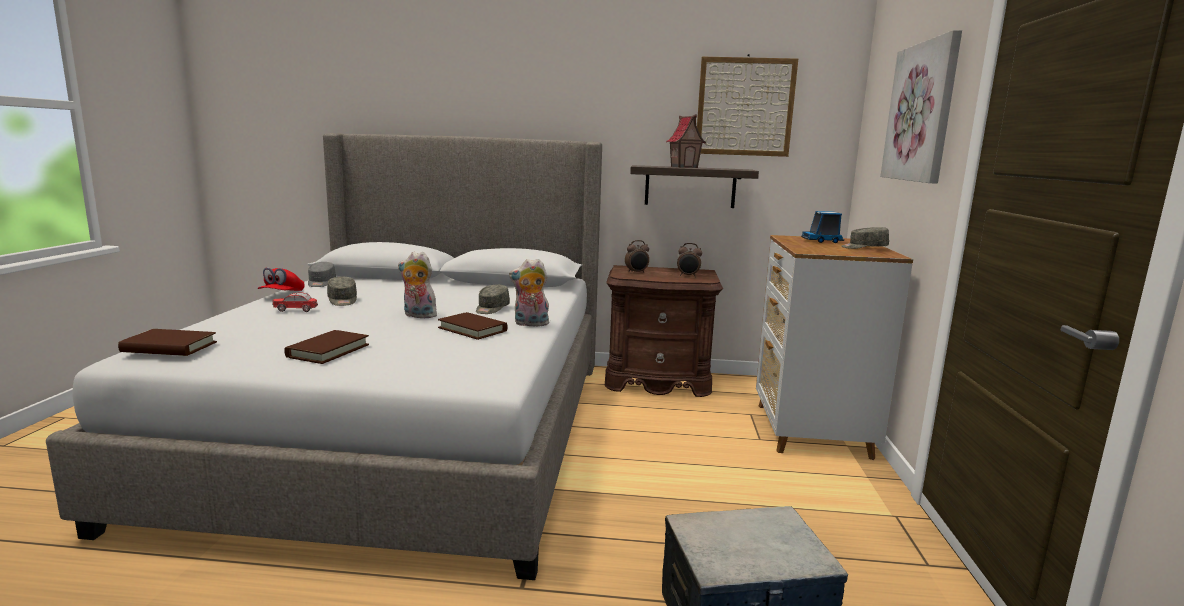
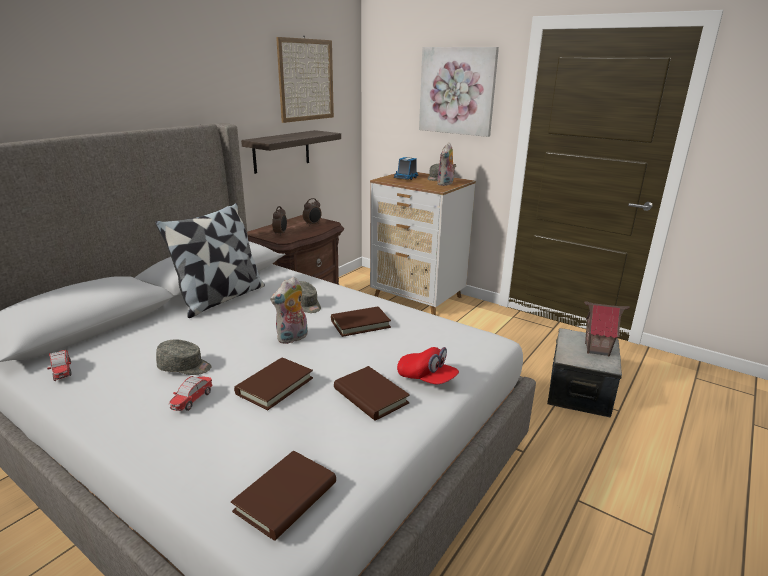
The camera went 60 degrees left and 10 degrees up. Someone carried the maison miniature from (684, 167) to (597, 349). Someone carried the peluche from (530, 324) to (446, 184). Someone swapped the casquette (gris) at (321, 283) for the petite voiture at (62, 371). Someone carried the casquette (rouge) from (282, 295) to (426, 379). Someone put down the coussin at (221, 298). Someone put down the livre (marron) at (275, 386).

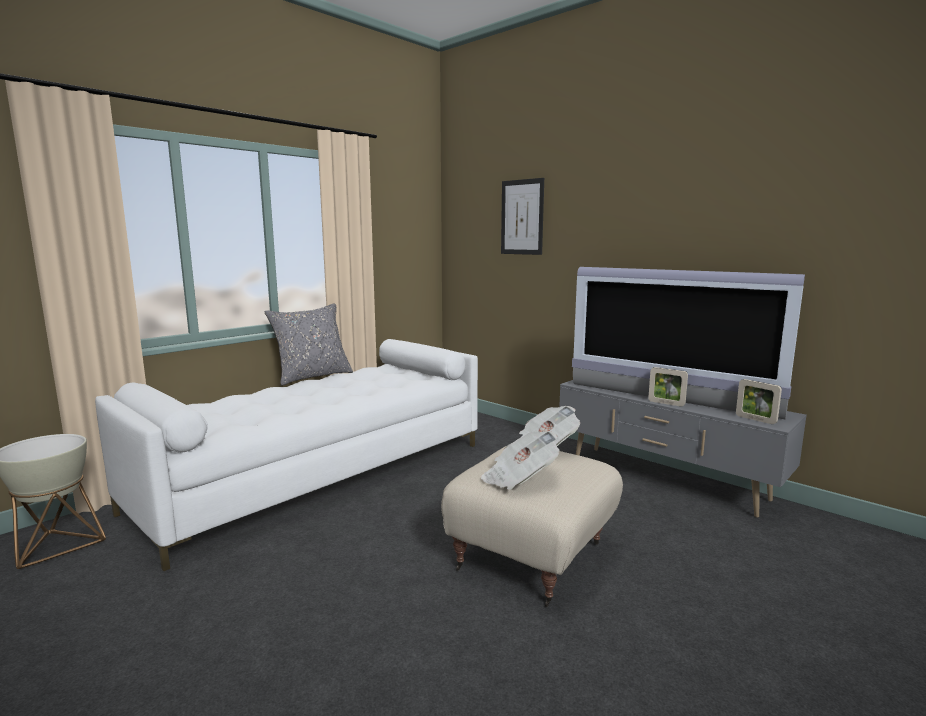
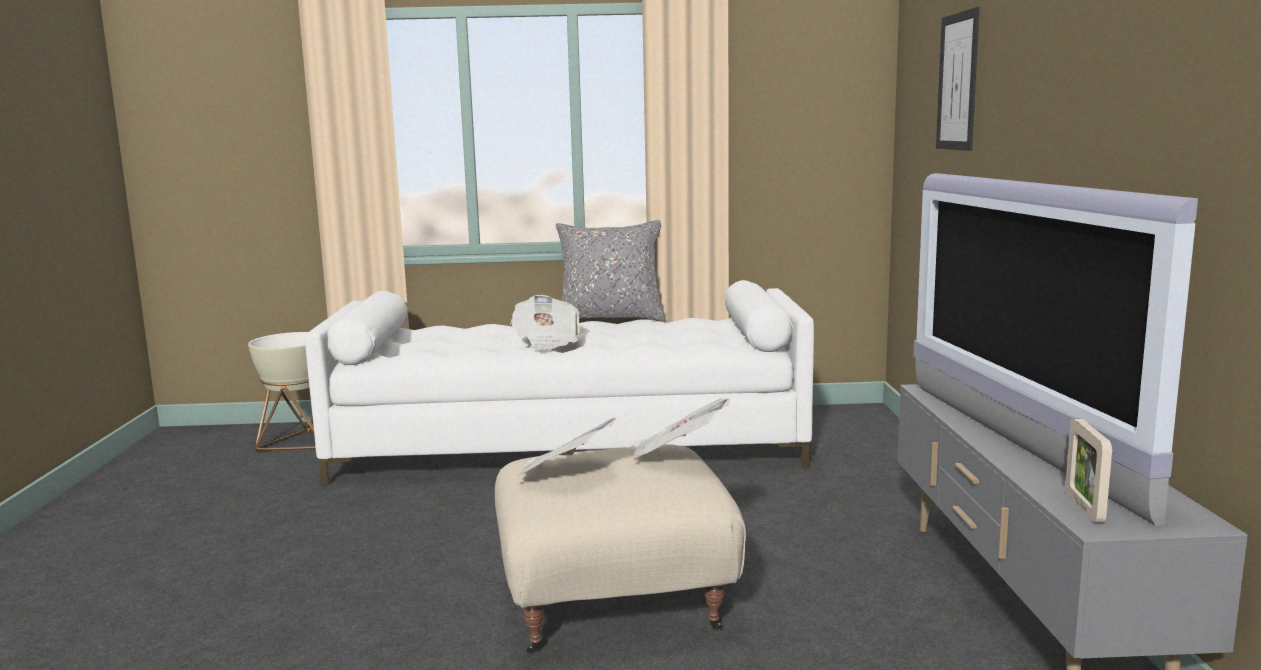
The camera went 45 degrees right and 0 degrees up. Someone took away the cadre photo at (666, 403). Someone put down the journal at (546, 342).

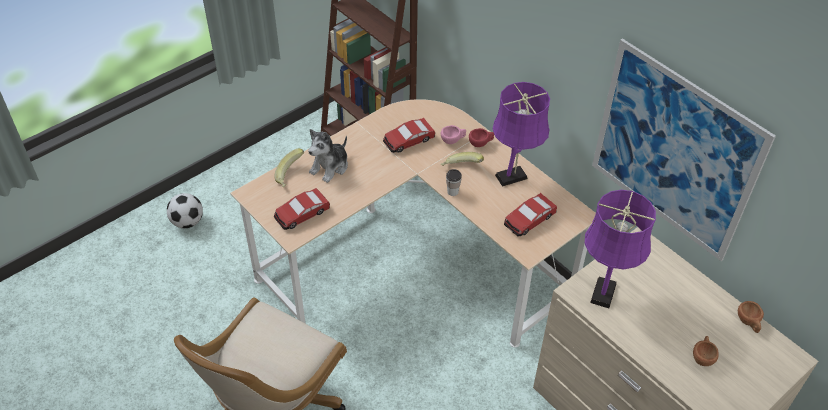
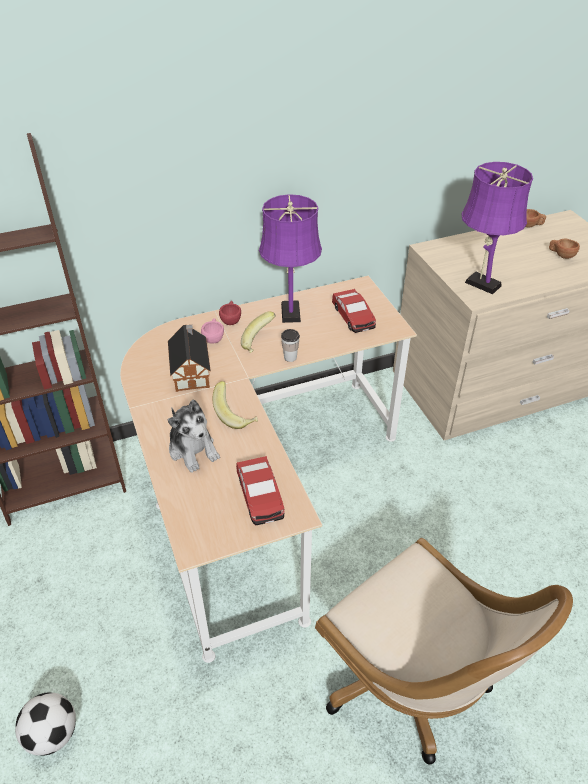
The camera went 70 degrees left and 5 degrees down. Someone took away the tableau at (674, 151). Someone swapped the petite voiture at (408, 140) for the maison miniature at (191, 371). Someone carried the banane from (291, 176) to (236, 415).

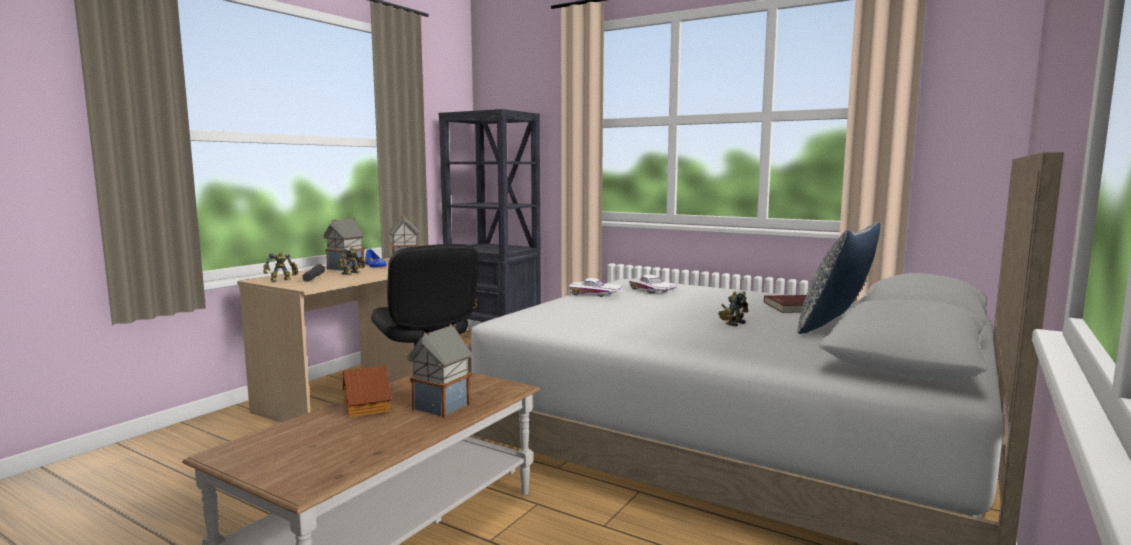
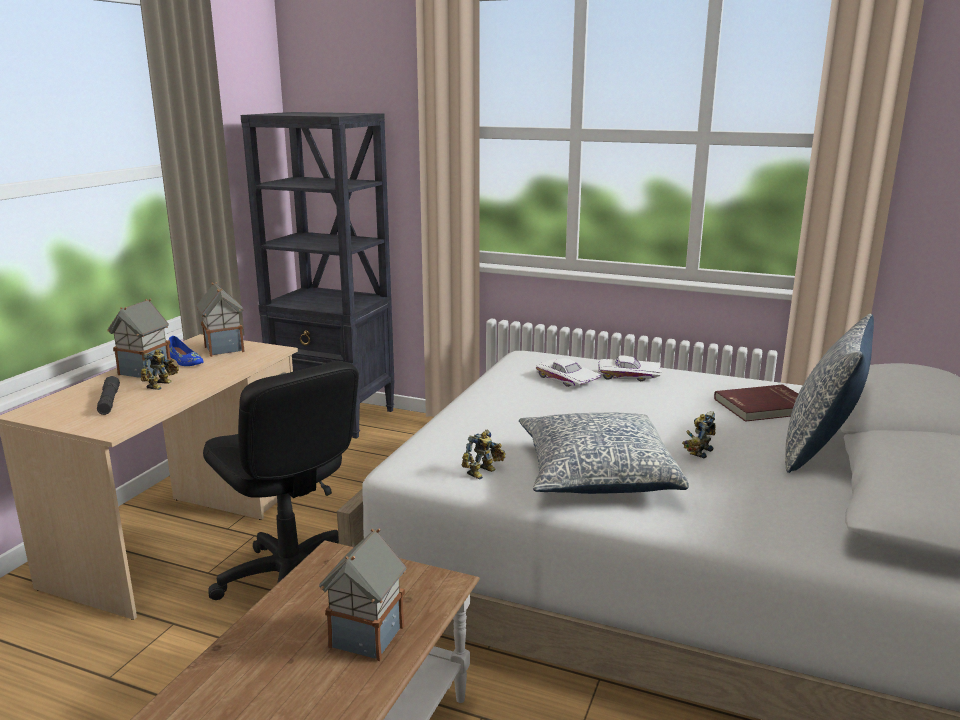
The camera went 10 degrees left and 10 degrees up. Someone carried the robot jouet from (282, 280) to (483, 473). Someone carried the petite voiture (blanc) from (594, 294) to (628, 376). Someone took away the maison miniature at (366, 407). Someone put down the coussin at (595, 473).

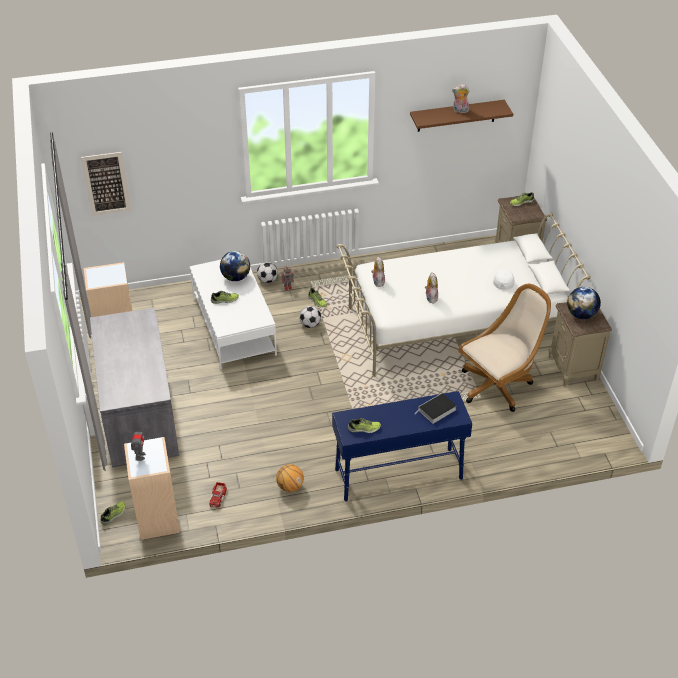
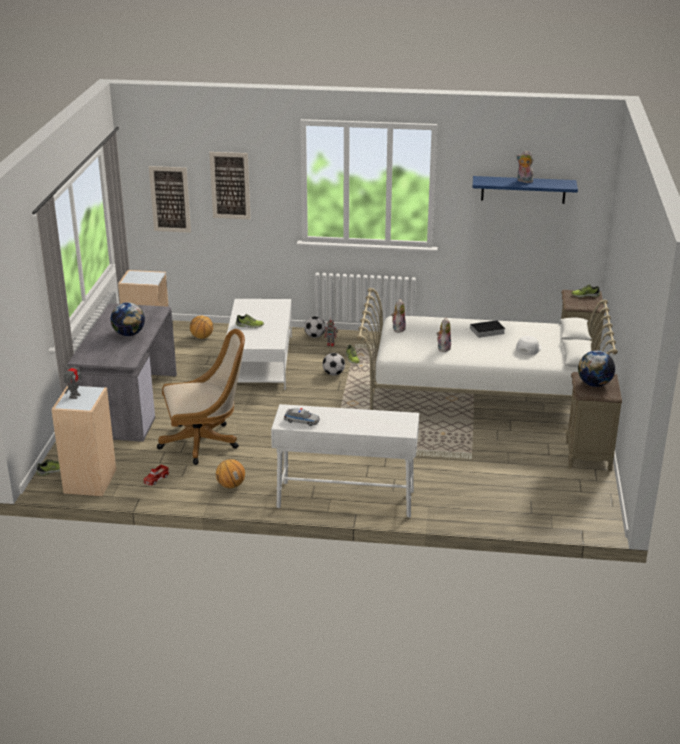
The camera went 20 degrees right and 15 degrees down. Someone repainted the étagère (marron) at (456, 115), which became the étagère (bleu) at (523, 189). Someone carried the globe from (236, 277) to (129, 334). Someone carried the chaise de bureau from (499, 383) to (205, 441). Someone repainted the table console (bleu) at (398, 473), which became the table console (blanc) at (345, 499). Someone carried the livre from (436, 410) to (486, 331). Someone swapped the chaussure at (364, 428) for the petite voiture at (301, 421). Someone put up the tableau at (230, 185). Someone put down the ballon de basket at (202, 337).

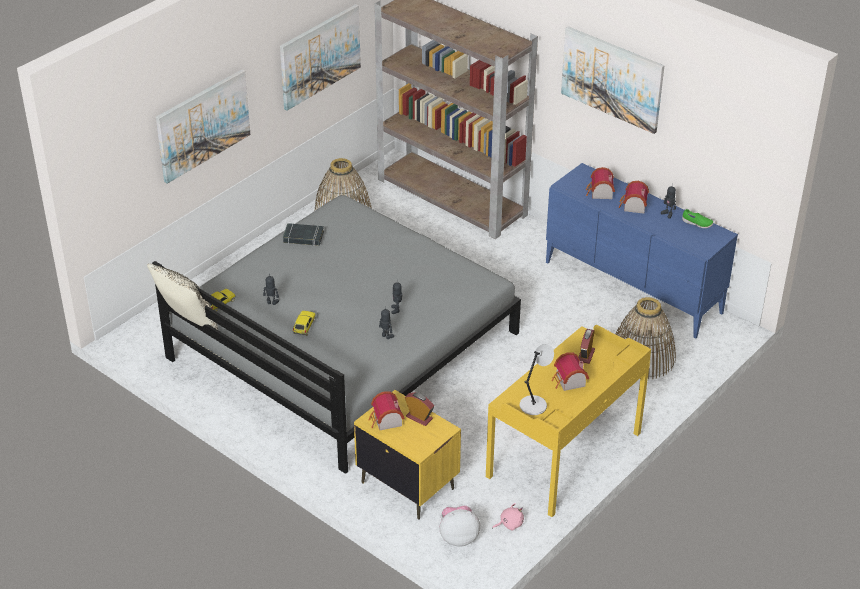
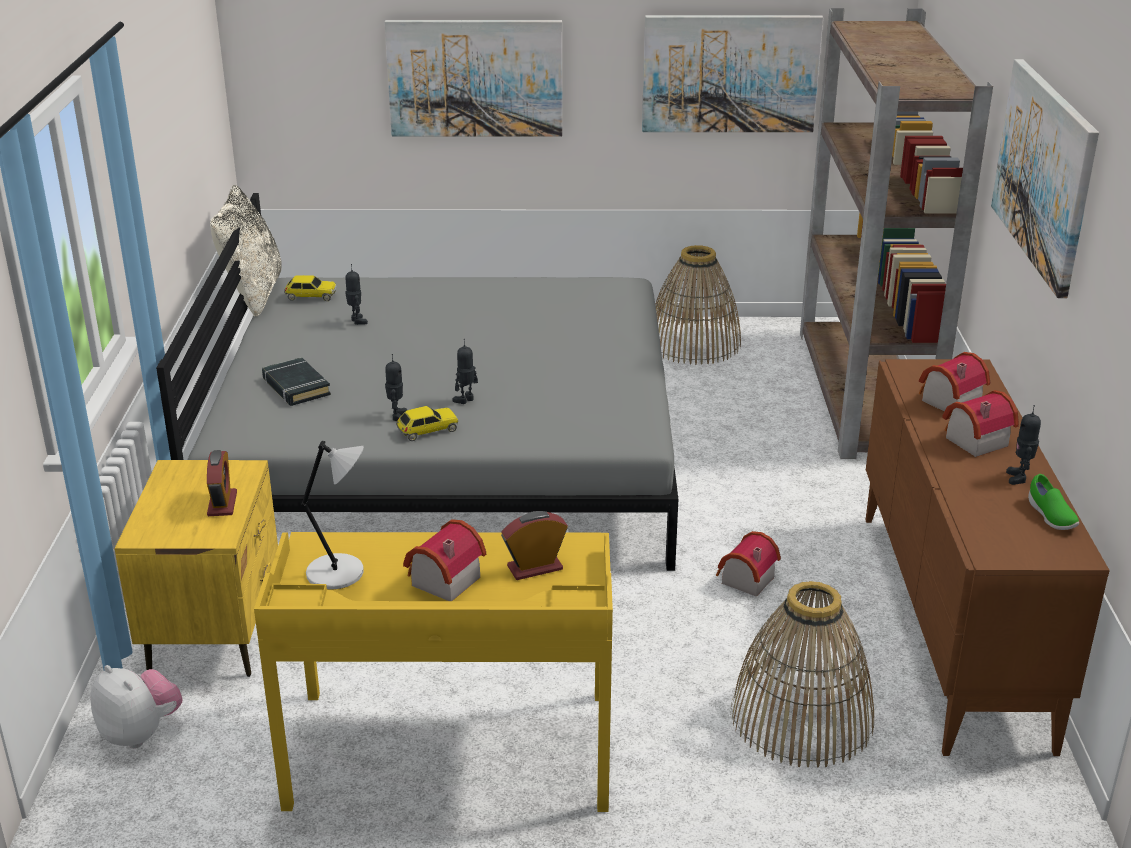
The camera went 50 degrees right and 10 degrees down. Someone repainted the commode (bleu) at (633, 287), which became the commode (marron) at (953, 625). Someone carried the livre (noir) from (303, 237) to (296, 387). Someone carried the petite voiture from (304, 327) to (427, 430). Someone carried the maison miniature from (386, 421) to (744, 580). Someone took away the peluche (rose) at (509, 524).

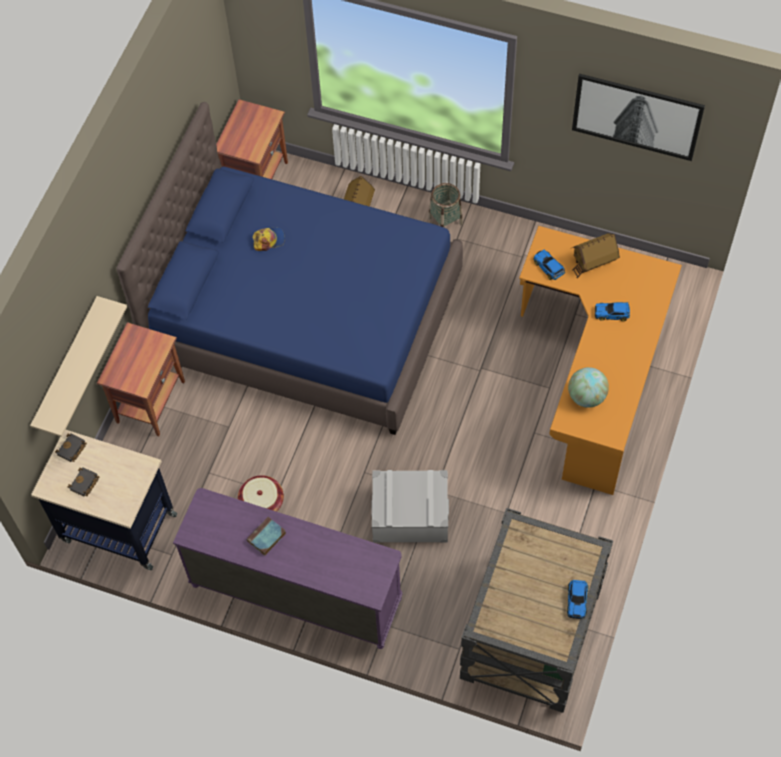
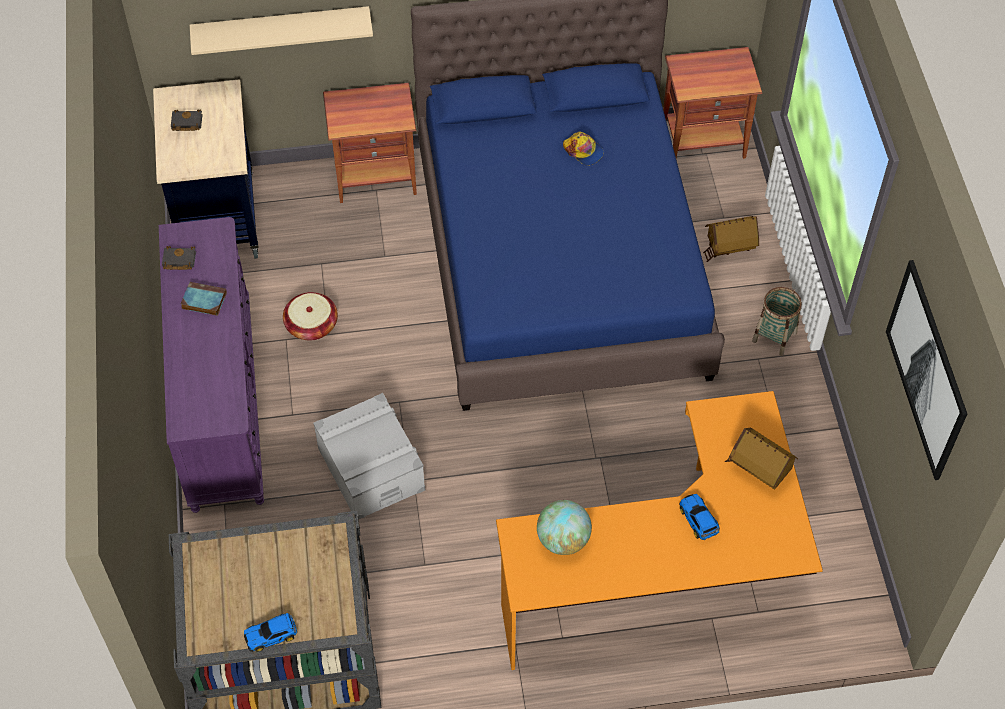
The camera went 60 degrees right and 5 degrees down. Someone took away the petite voiture at (549, 267). Someone carried the livre (noir) from (71, 450) to (178, 261).

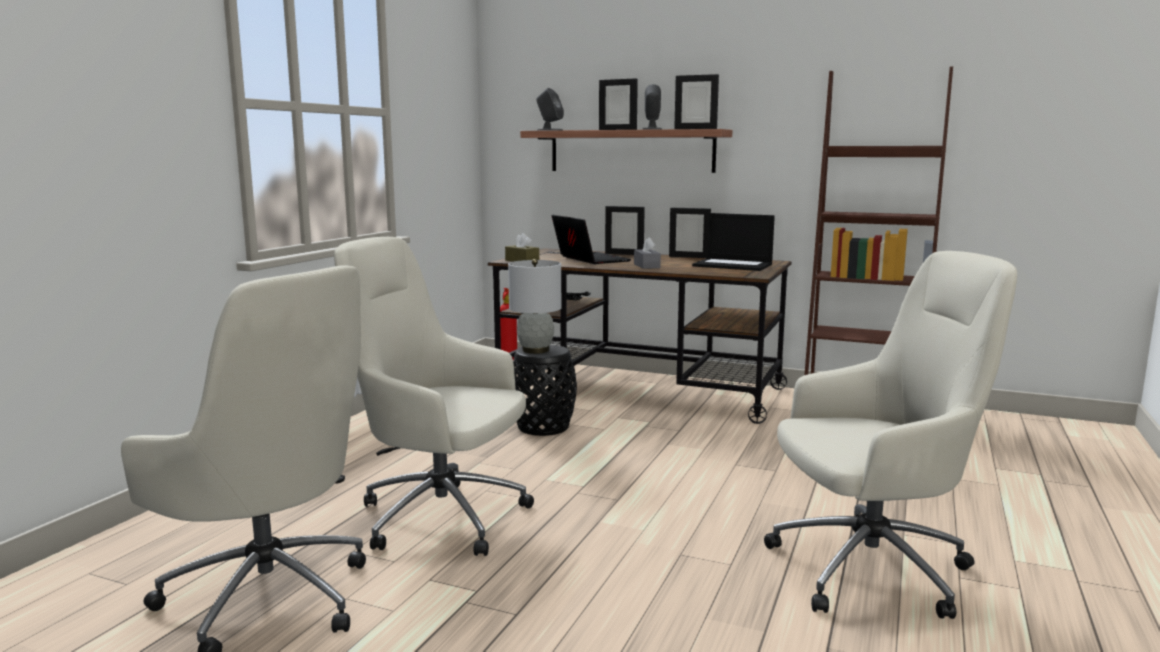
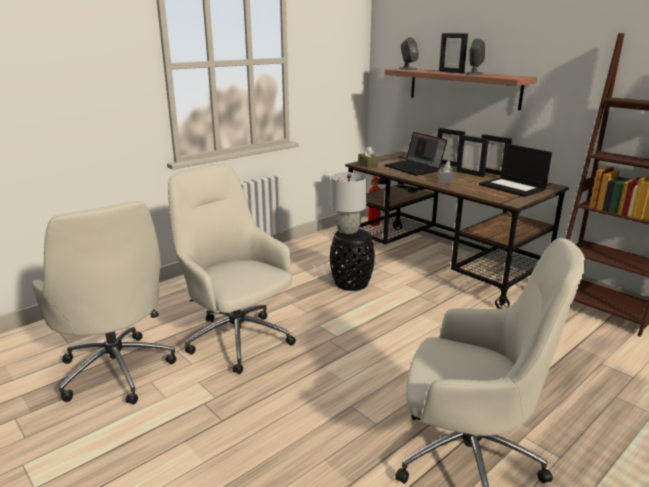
The camera went 25 degrees right and 10 degrees up. Someone carried the cadre photo from (695, 129) to (470, 173). Someone rotated the ordinateur portable at (589, 259) by 150 degrees clockwise.

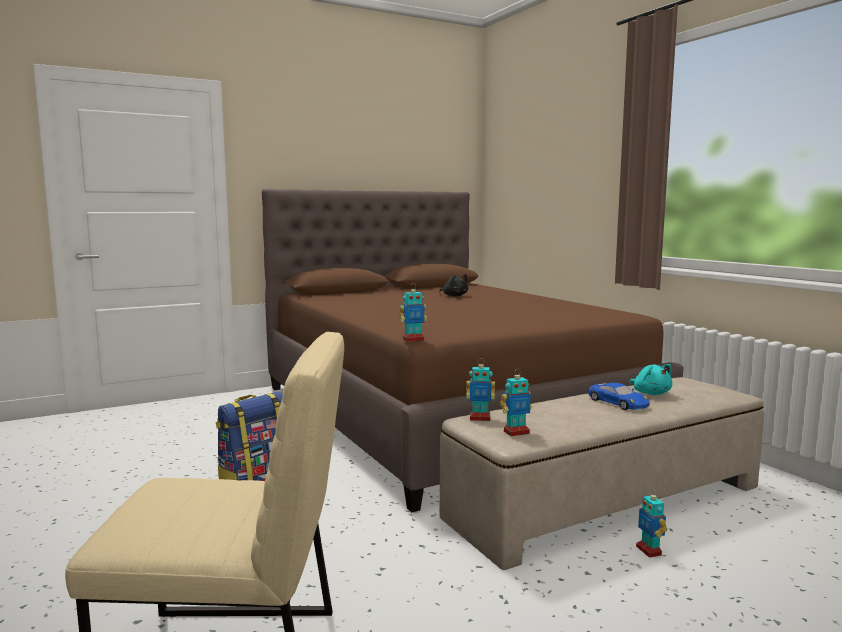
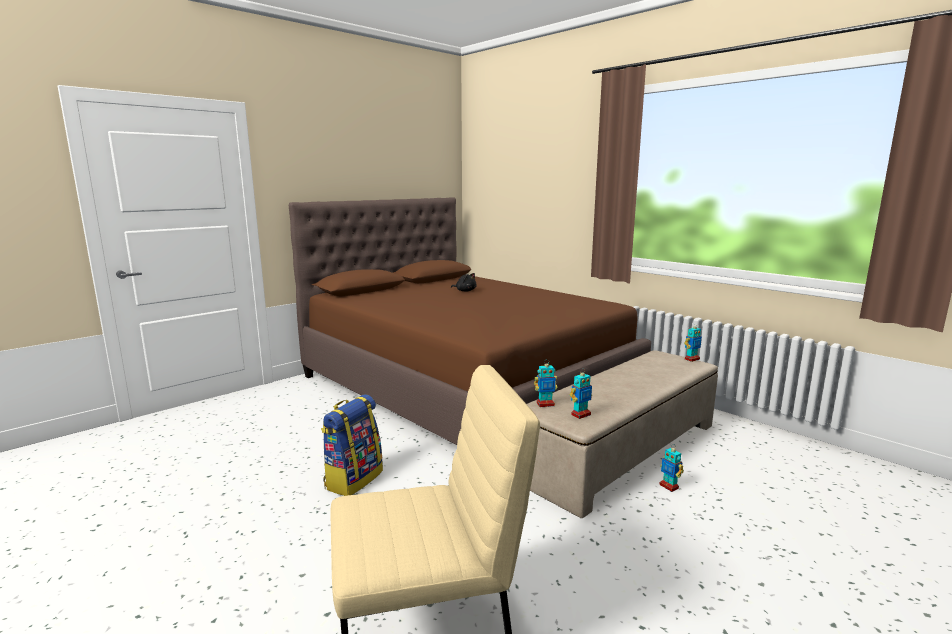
The camera went 15 degrees left and 5 degrees up. Someone carried the robot jouet from (413, 339) to (691, 359). Someone took away the peluche (turquoise) at (650, 393). Someone took away the petite voiture (bleu) at (617, 402).

